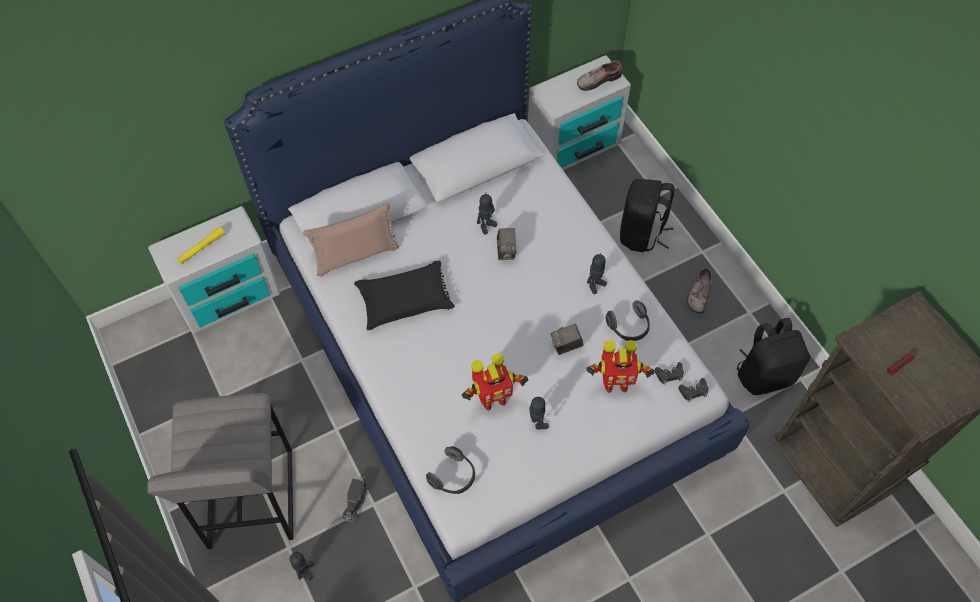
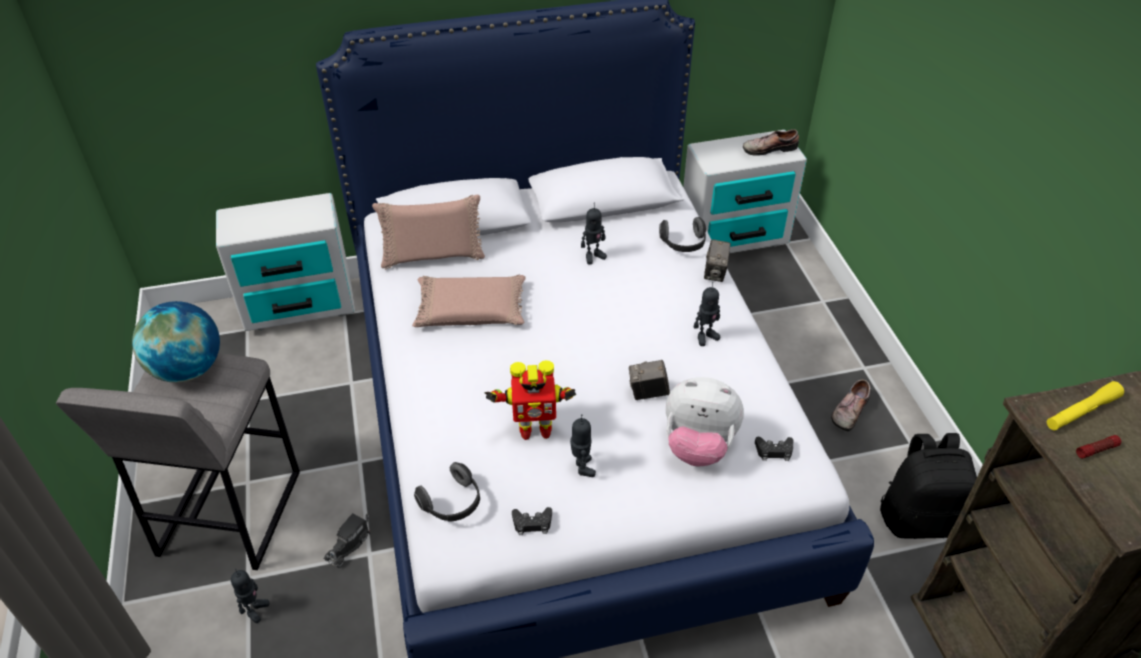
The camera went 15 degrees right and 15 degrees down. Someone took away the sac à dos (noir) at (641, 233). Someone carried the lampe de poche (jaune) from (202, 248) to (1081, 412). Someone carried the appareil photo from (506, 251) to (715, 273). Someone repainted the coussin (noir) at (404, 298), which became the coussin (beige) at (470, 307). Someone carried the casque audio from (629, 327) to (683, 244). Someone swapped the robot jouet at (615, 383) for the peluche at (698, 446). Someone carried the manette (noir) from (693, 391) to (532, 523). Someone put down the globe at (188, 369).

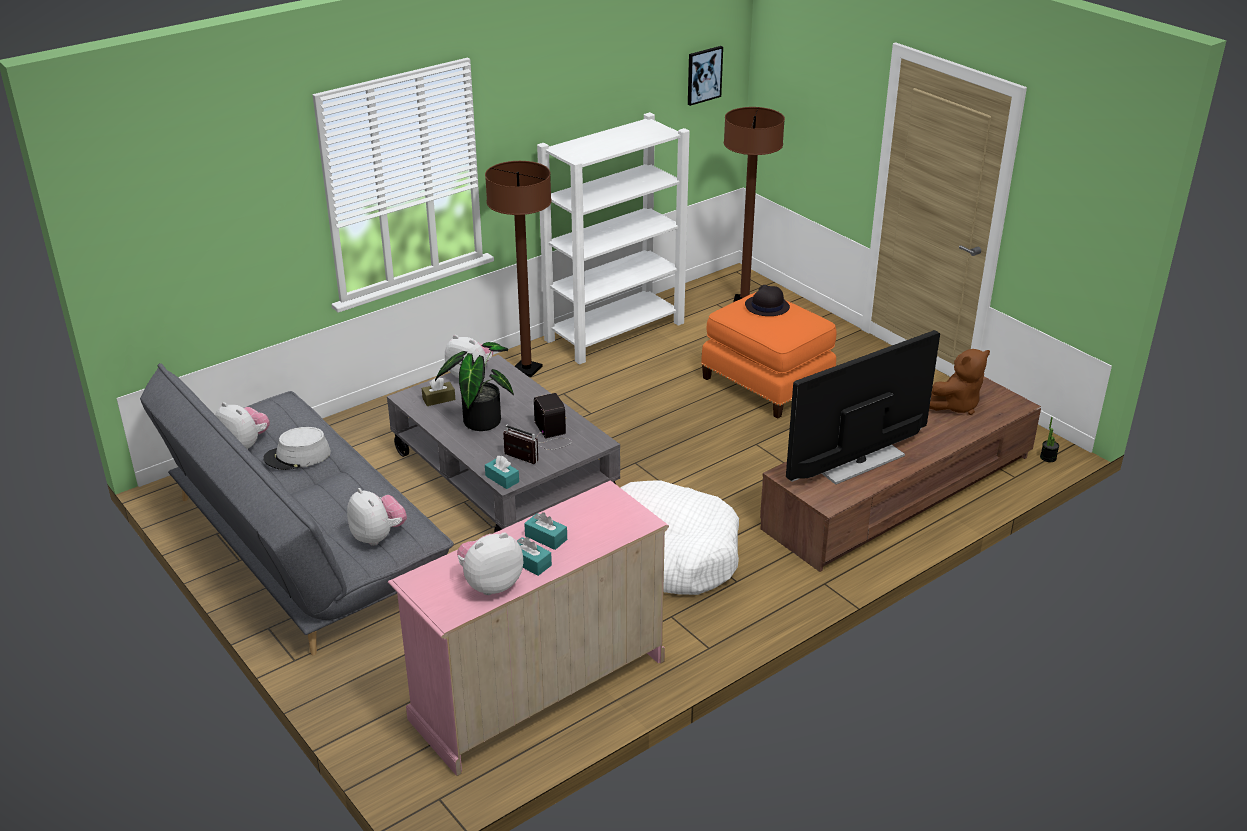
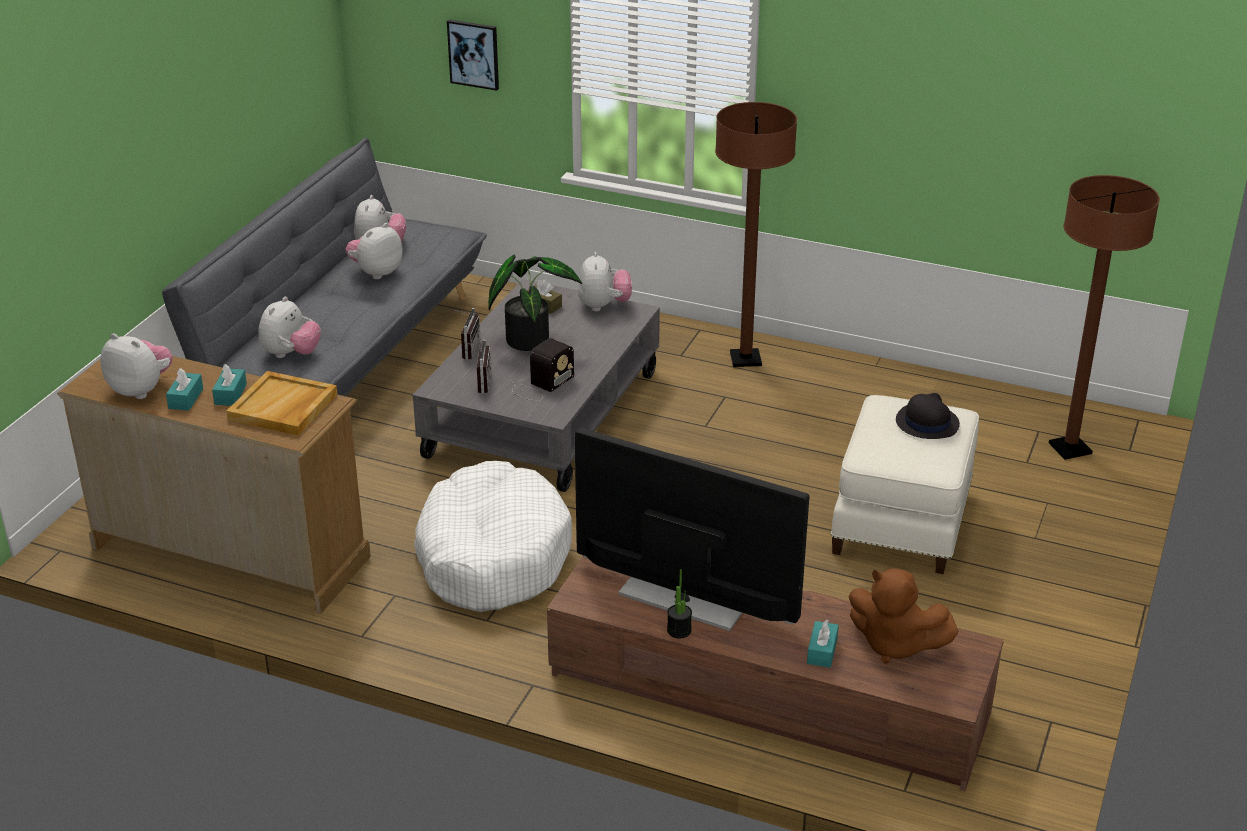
The camera went 60 degrees right and 0 degrees up. Someone carried the tableau from (704, 75) to (474, 54). Someone took away the bibliothèque (blanc) at (615, 331). Someone repainted the pouf (orange) at (767, 383), which became the pouf (blanc) at (902, 522). Someone carried the plante en pot from (1048, 457) to (679, 630). Someone swapped the chapeau (gris) at (297, 456) for the peluche at (376, 272). Someone carried the boîte à mouchoirs (turquoise) from (502, 479) to (822, 651). Someone repainted the meuble de rangement (rose) at (537, 689), which became the meuble de rangement (marron) at (230, 551). Someone put down the radio at (466, 349). Someone put down the plateau (beige) at (283, 407).

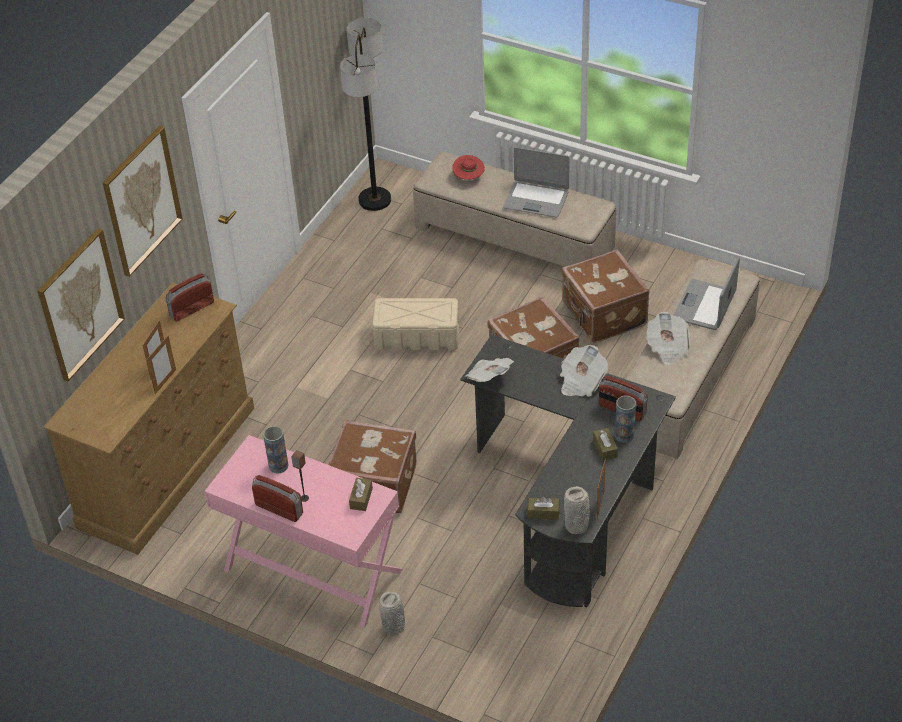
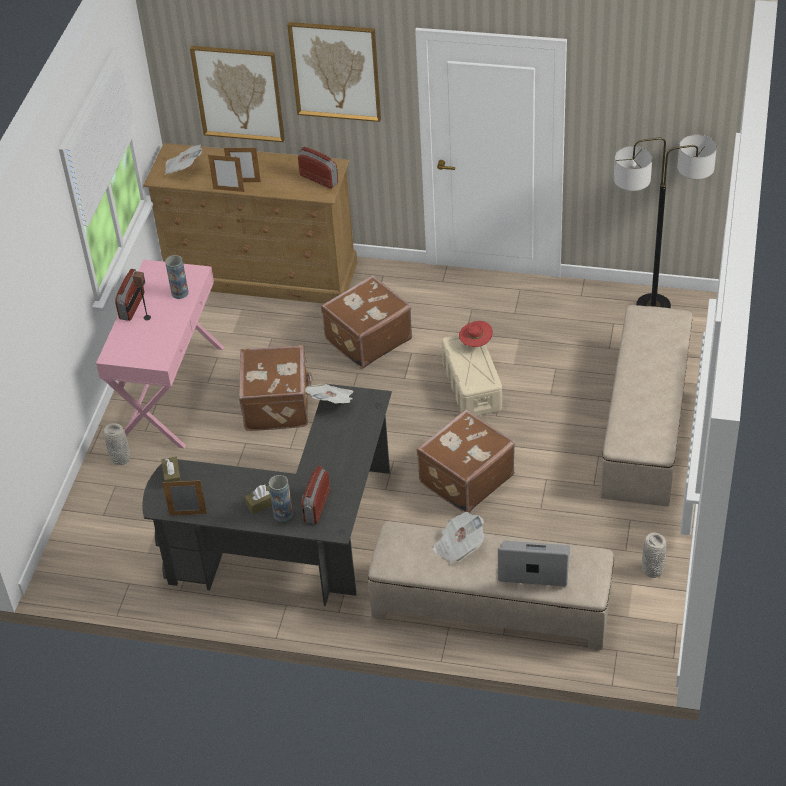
The camera went 75 degrees right and 0 degrees up. Someone took away the ordinateur portable at (536, 199). Someone carried the chapeau (rouge) from (468, 177) to (475, 343). Someone carried the valise (marron) from (603, 315) to (367, 339). Someone carried the journal from (581, 381) to (183, 169). Someone took away the boîte à mouchoirs (marron) at (361, 498). Someone carried the vase (gris) from (577, 526) to (653, 570).

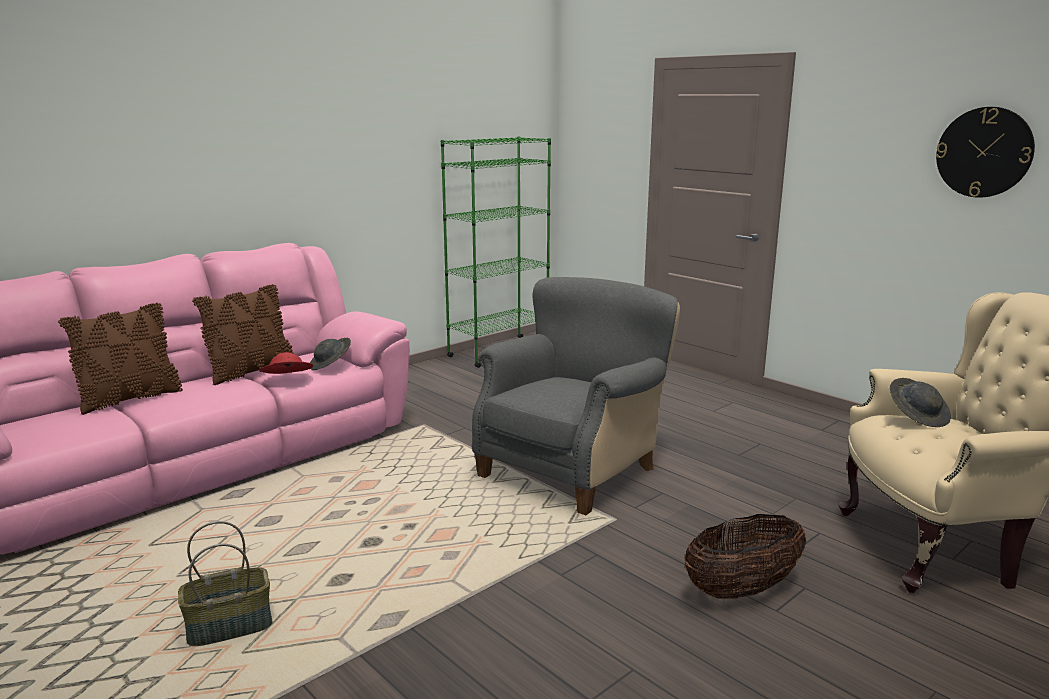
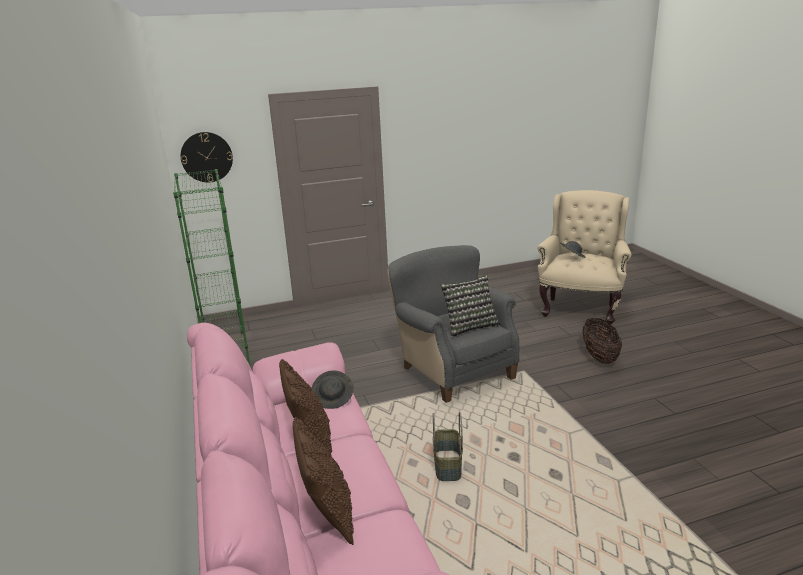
The camera went 65 degrees left and 5 degrees up. Someone carried the horloge murale from (984, 152) to (206, 157). Someone took away the chapeau (rouge) at (287, 379). Someone carried the panier from (230, 626) to (447, 466). Someone put down the coussin at (469, 326).

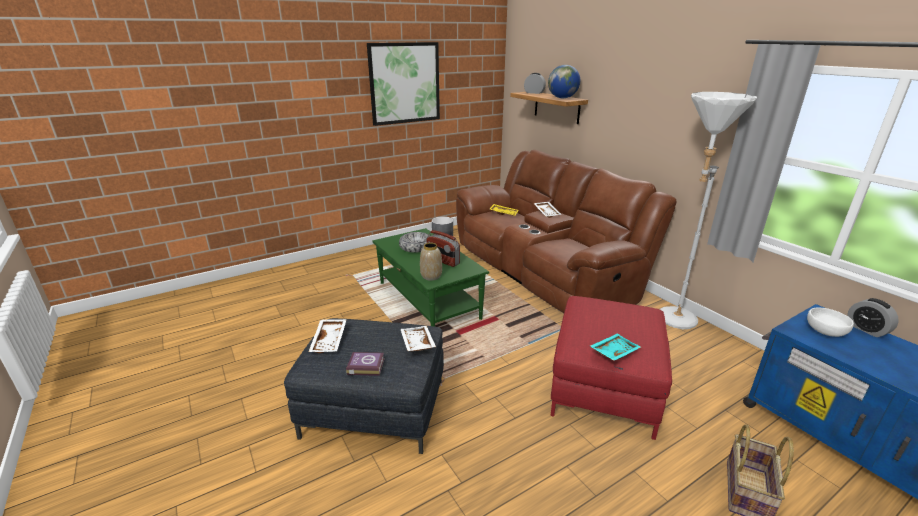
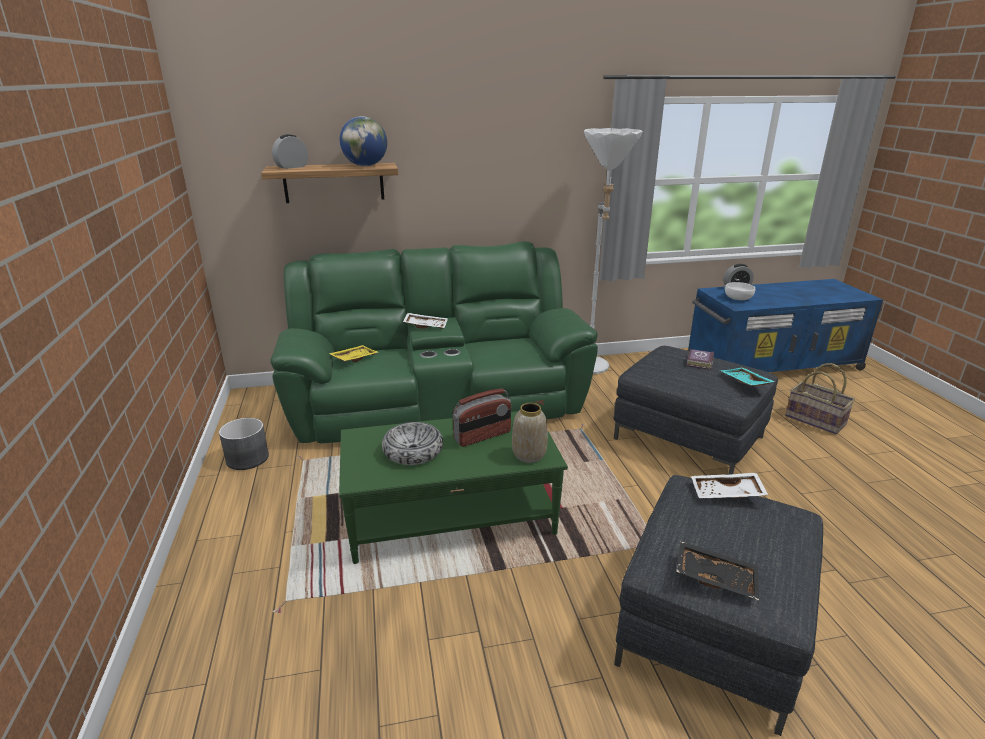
The camera went 70 degrees left and 0 degrees up. Someone took away the tableau at (404, 83). Someone repainted the canapé (marron) at (545, 269), which became the canapé (vert) at (437, 401). Someone repainted the pouf (rouge) at (604, 387), which became the pouf (gris) at (689, 437). Someone repainted the plateau (blanc) at (330, 340), which became the plateau (noir) at (716, 577). Someone carried the livre from (365, 366) to (699, 362).

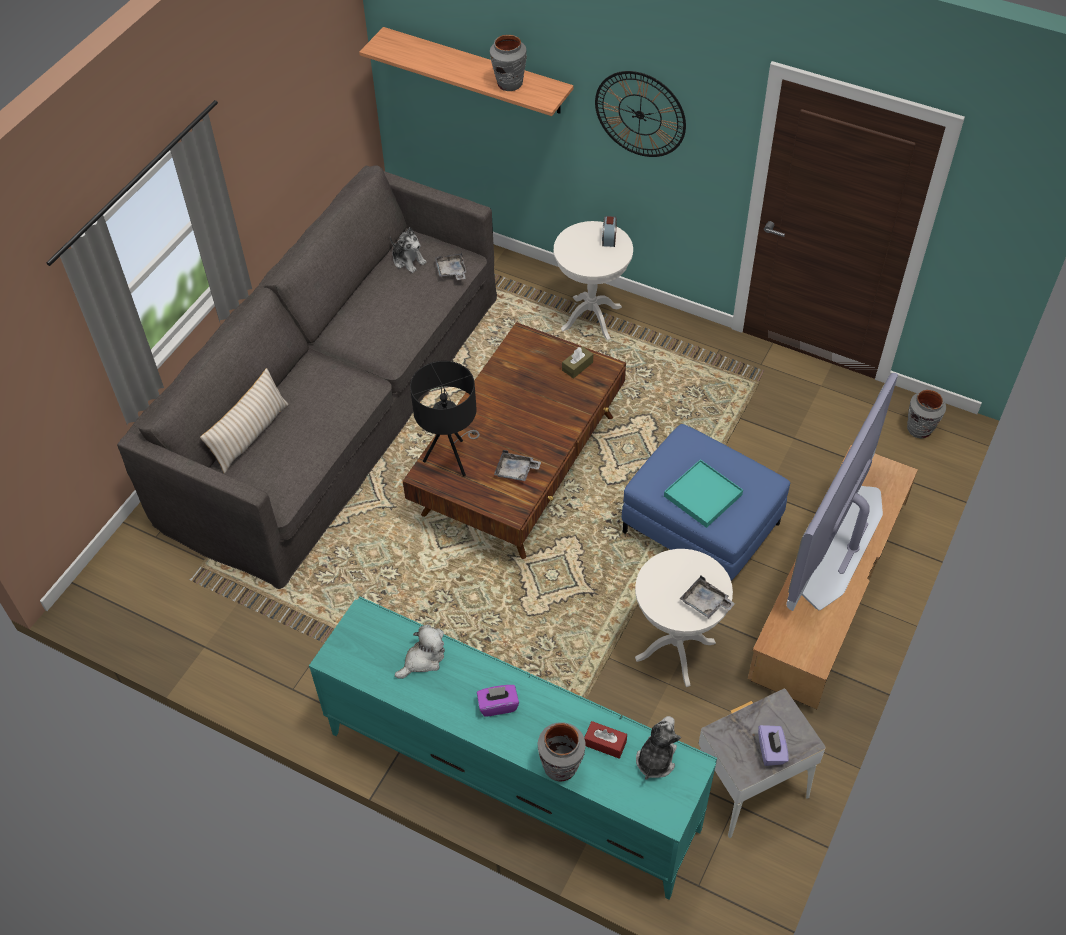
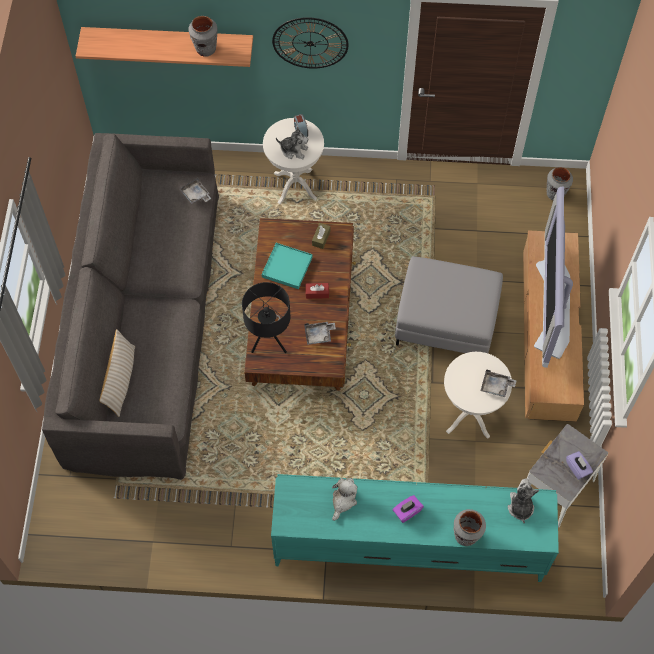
The camera went 25 degrees left and 10 degrees up. Someone carried the peluche from (408, 260) to (293, 150). Someone repainted the pouf (bleu) at (700, 528), which became the pouf (gris) at (445, 322). Someone carried the plateau (turquoise) from (703, 496) to (287, 267). Someone carried the boîte à mouchoirs (rouge) from (605, 743) to (317, 293).

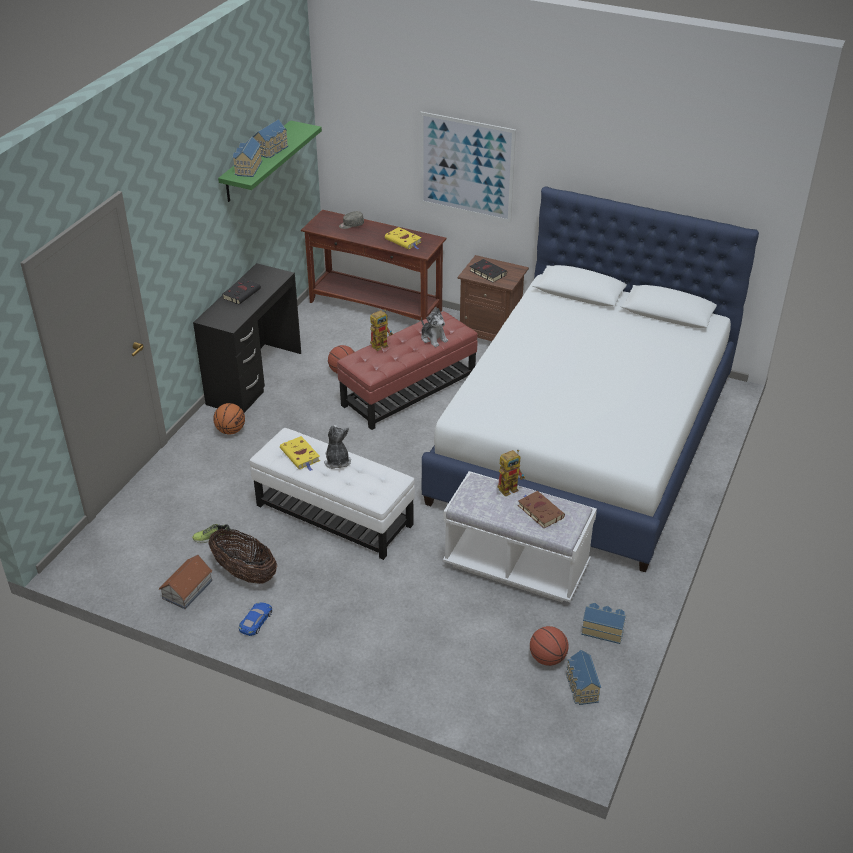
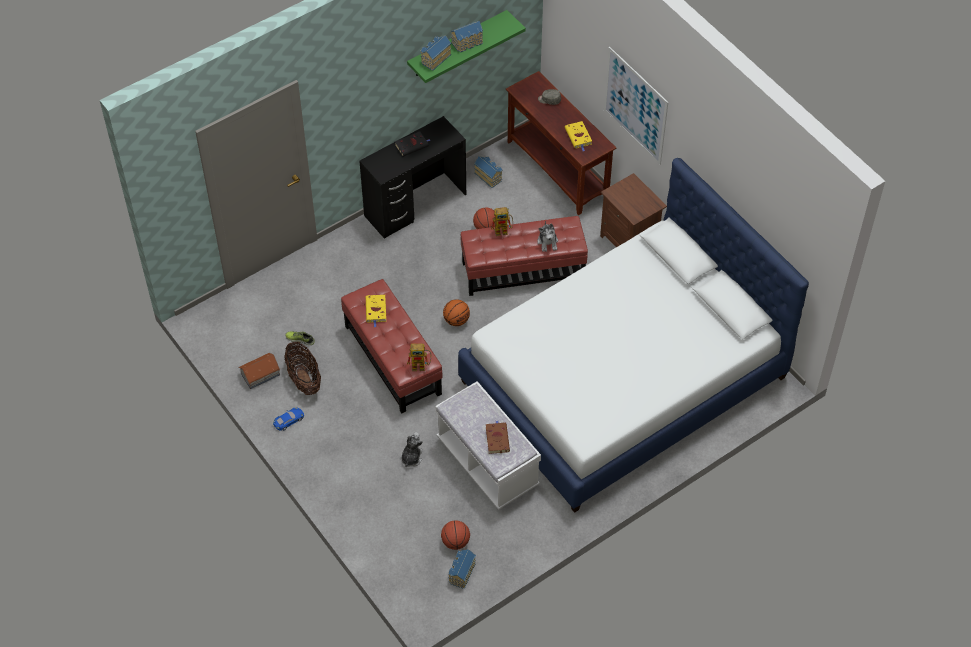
The camera went 30 degrees right and 15 degrees up. Someone took away the livre (noir) at (487, 272). Someone carried the ballon de basket from (231, 430) to (456, 320). Someone carried the peluche from (337, 461) to (411, 457). Someone repainted the pouf (blanc) at (334, 514), which became the pouf (rouge) at (393, 359). Someone carried the robot jouet from (510, 487) to (421, 366). Someone carried the maison miniature from (602, 630) to (488, 176).

